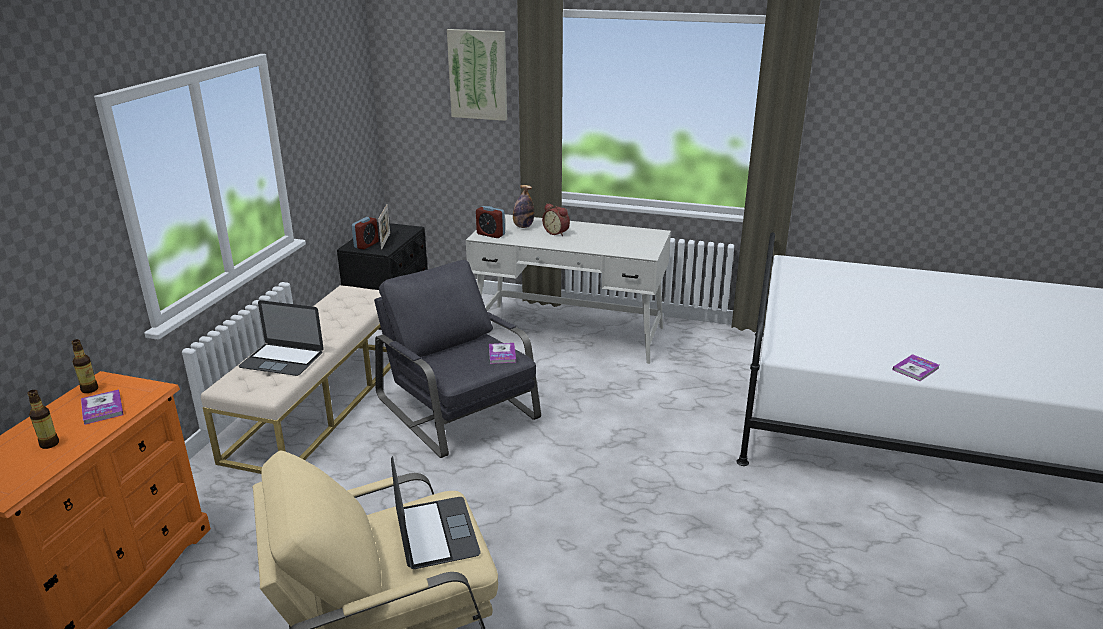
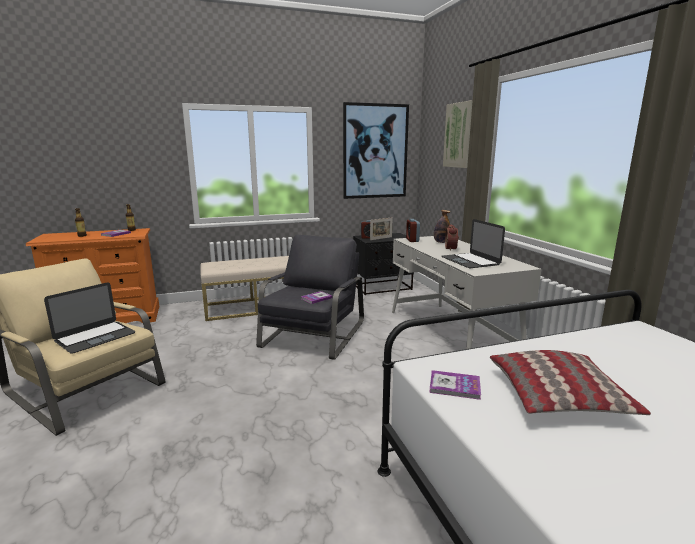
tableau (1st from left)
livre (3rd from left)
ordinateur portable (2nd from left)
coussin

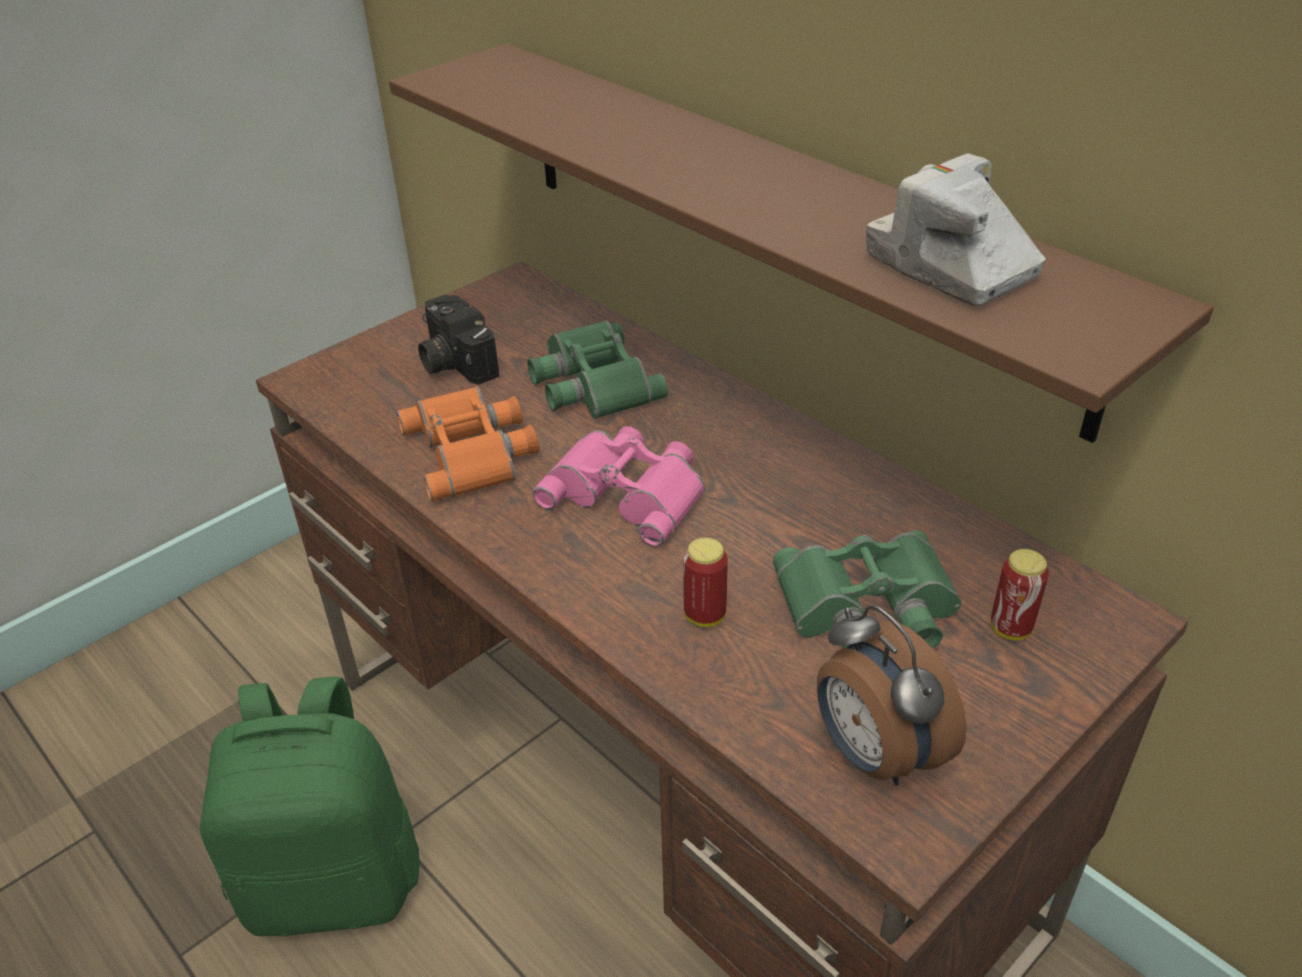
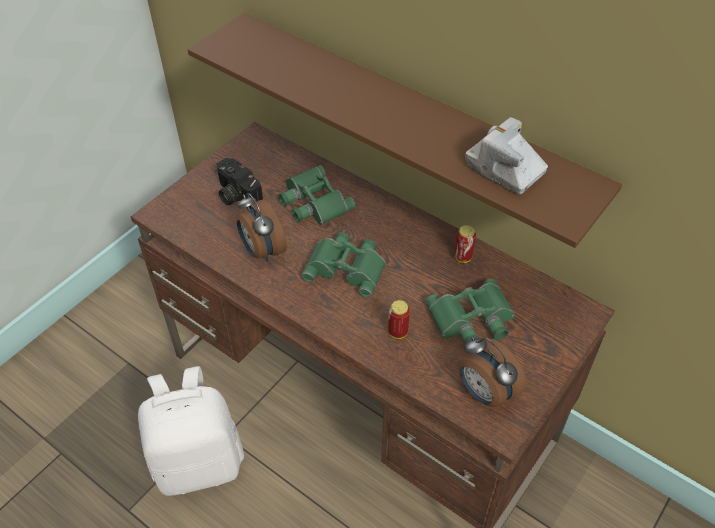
sac à dos/blanc
réveil (1st from left)
jumelles/vert (2nd from left)
boîte métallique (2nd from left)

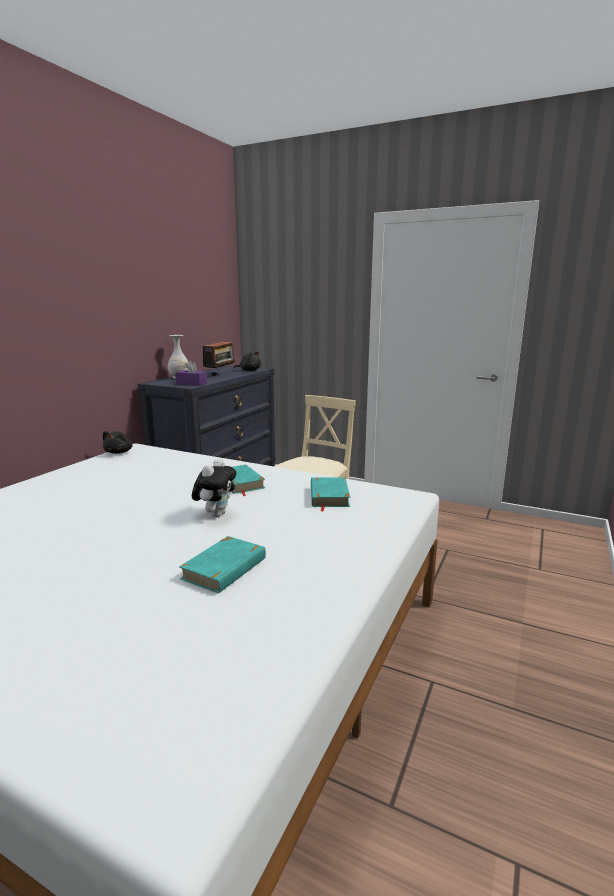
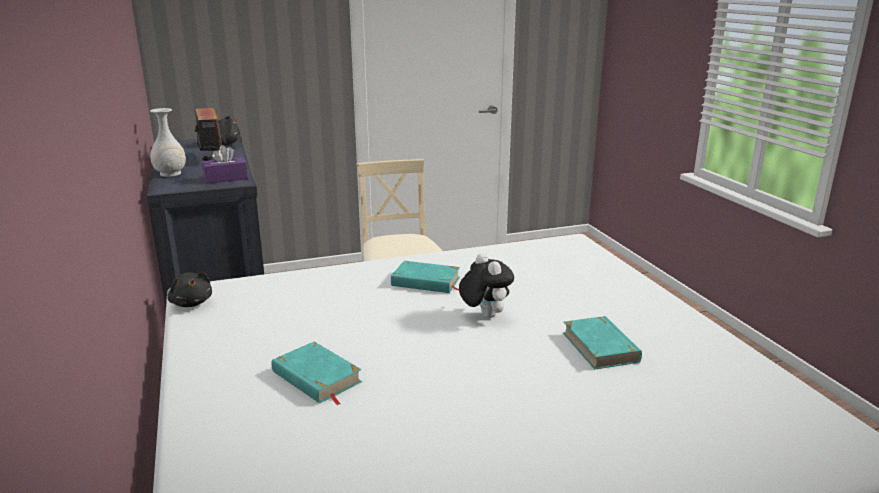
livre/turquoise (1st from left)

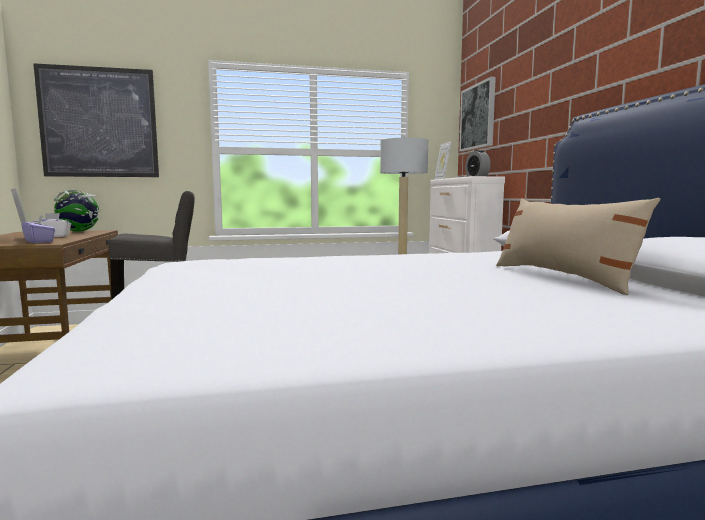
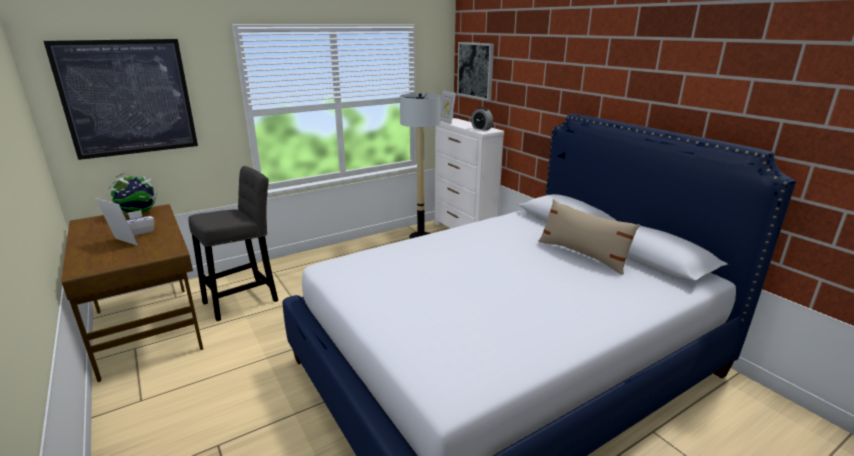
boîte à mouchoirs/violet

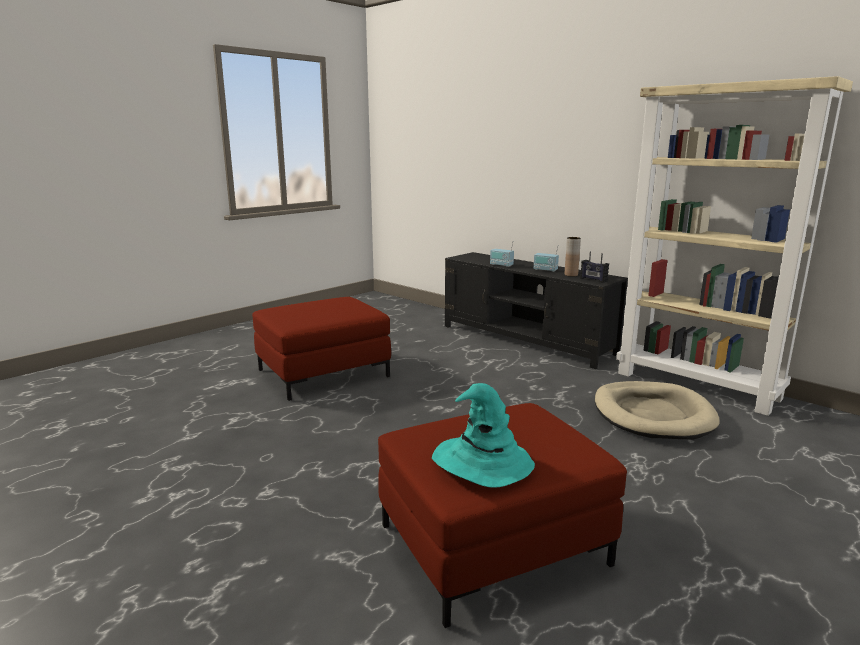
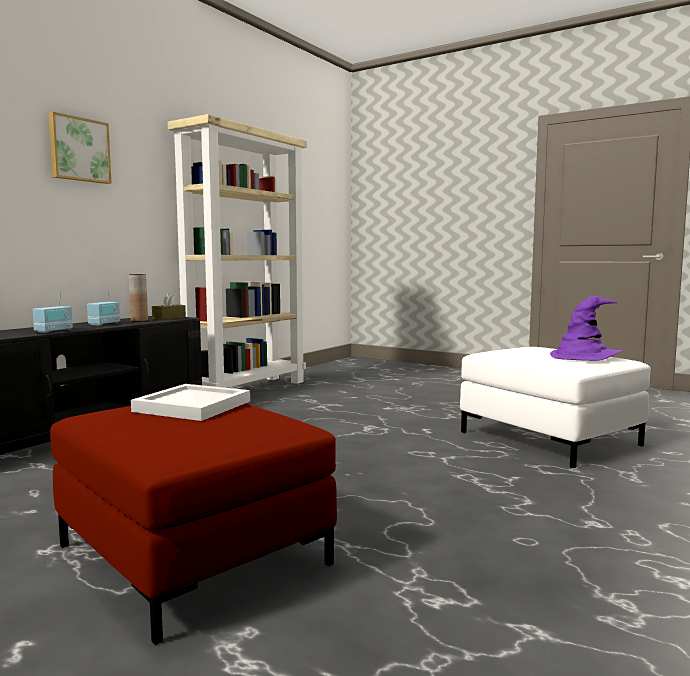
tableau
plateau/blanc
boîte à mouchoirs/marron
pouf/blanc
chapeau/violet
panier pour chien/beige

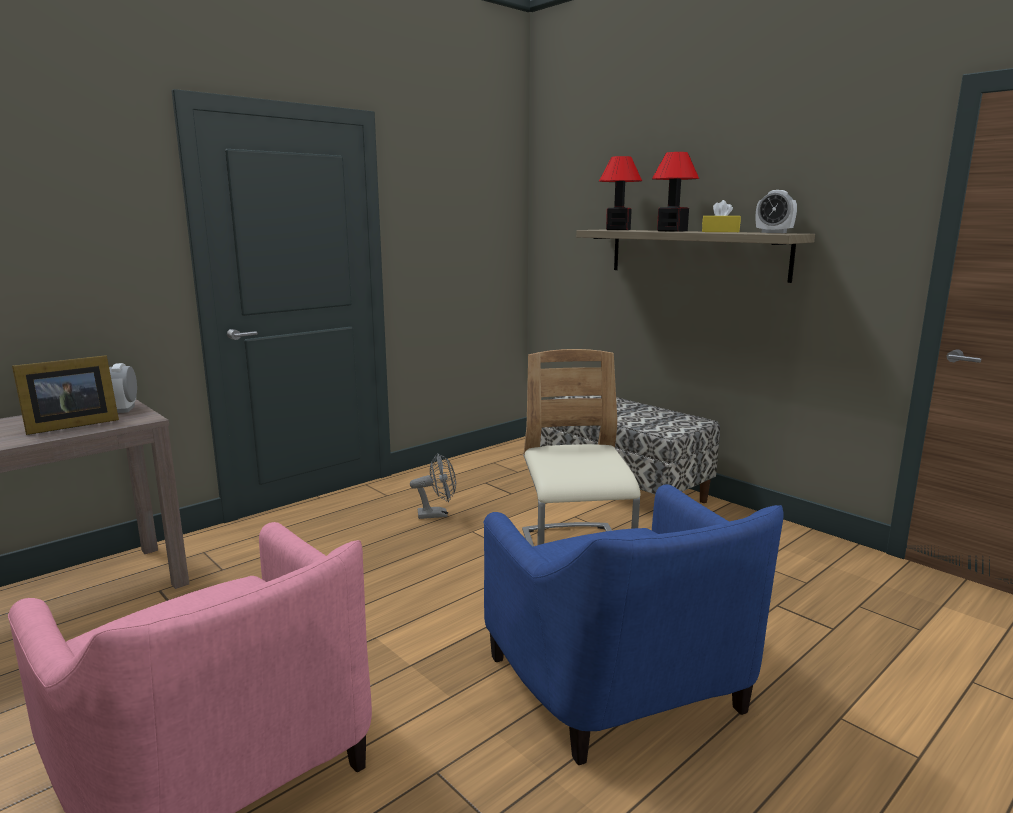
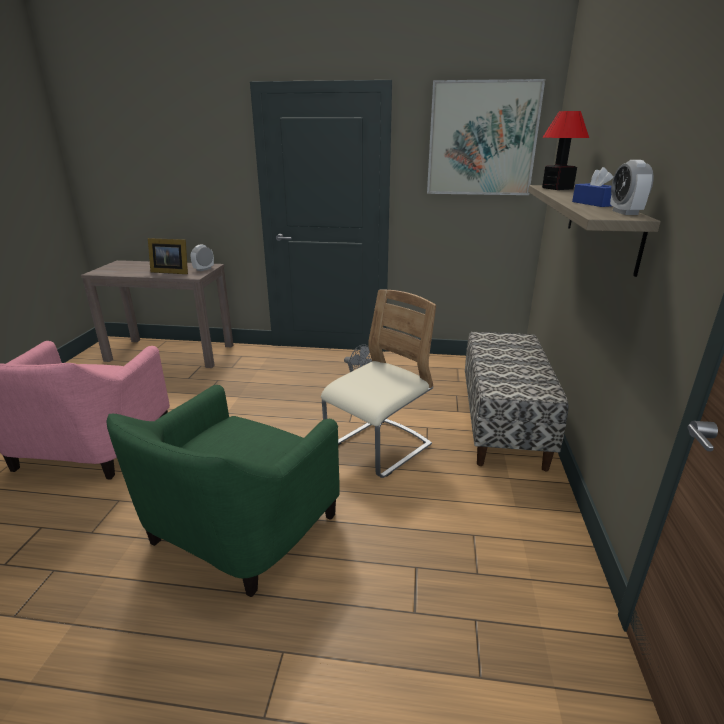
fauteuil/vert
tableau
boîte à mouchoirs/bleu
lampe de table (2nd from left in the first image)

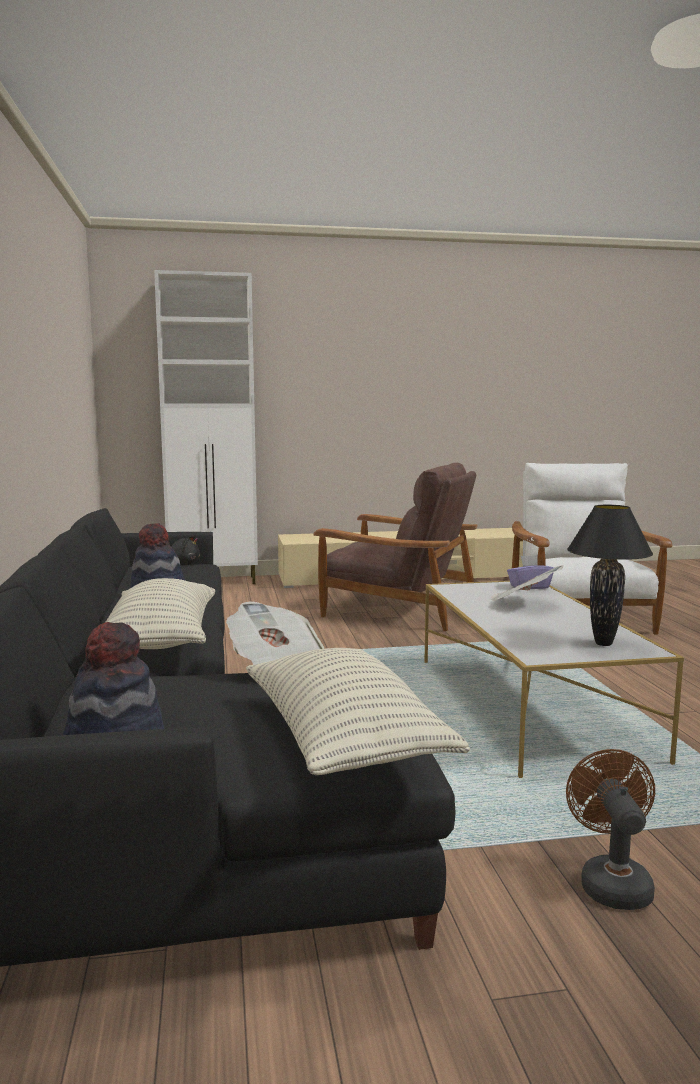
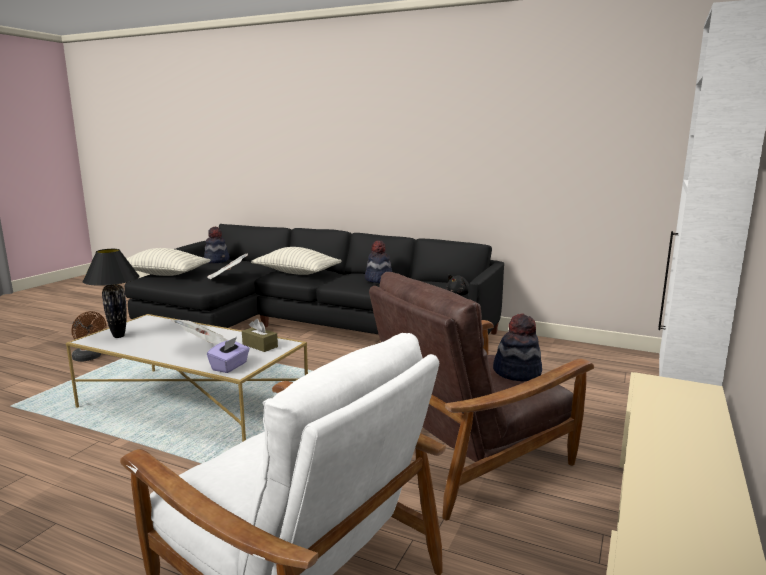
boîte à mouchoirs/marron
chapeau (3rd from left)

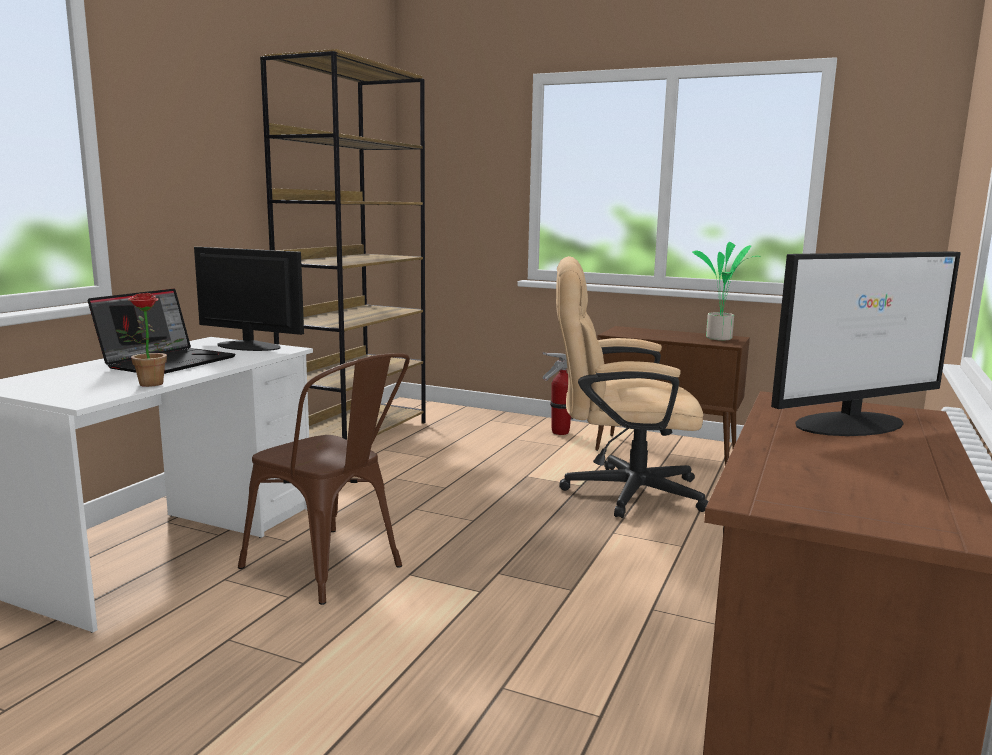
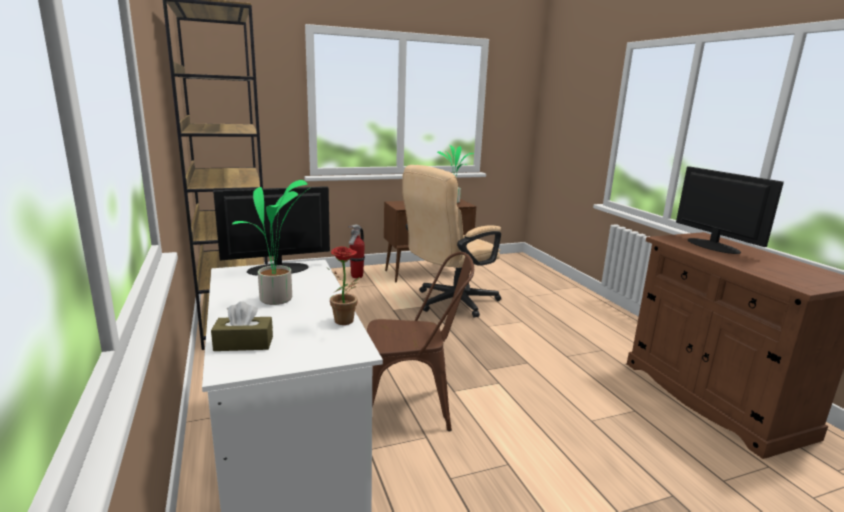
boîte à mouchoirs/marron
plante en pot (1st from left)
écran d'ordinateur (2nd from left)

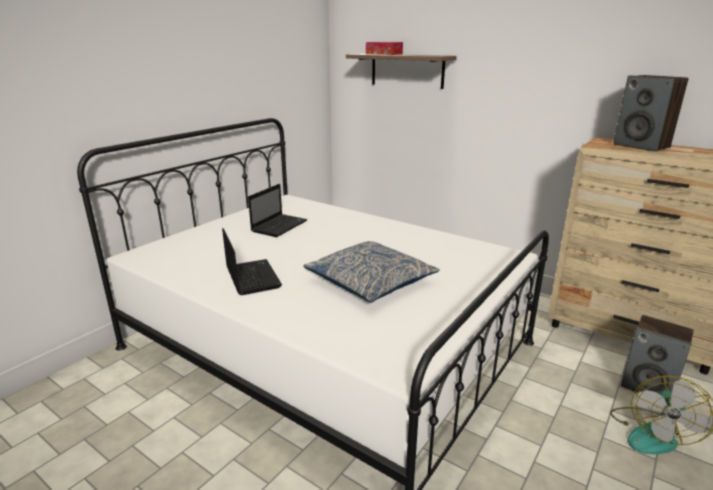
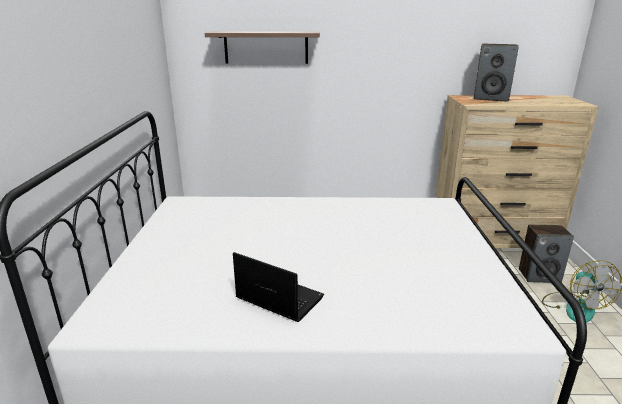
ordinateur portable (2nd from left in the first image)
coussin
boîte à mouchoirs

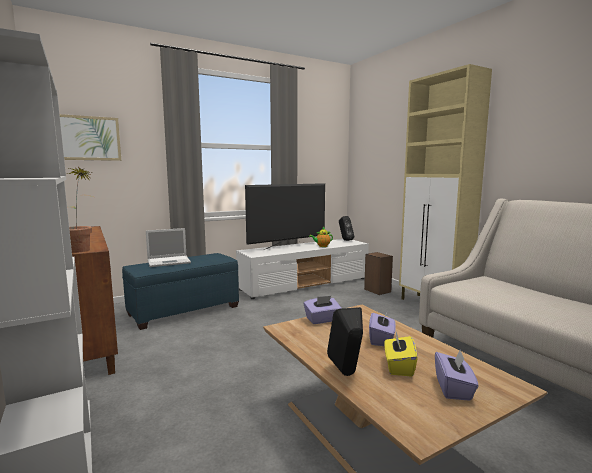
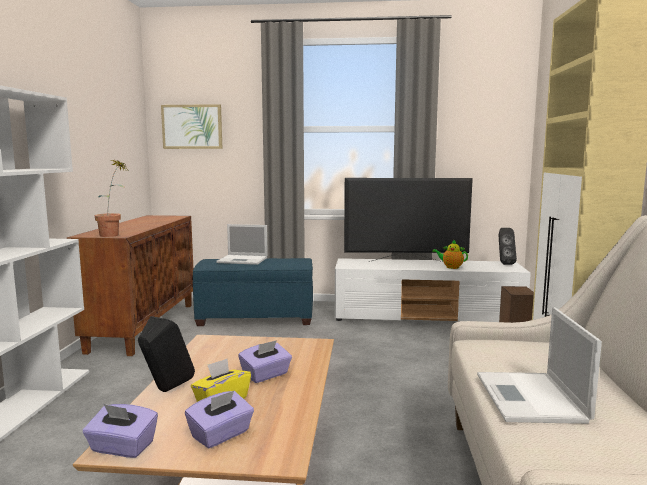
boîte à mouchoirs/violet (1st from left)
ordinateur portable (2nd from left)

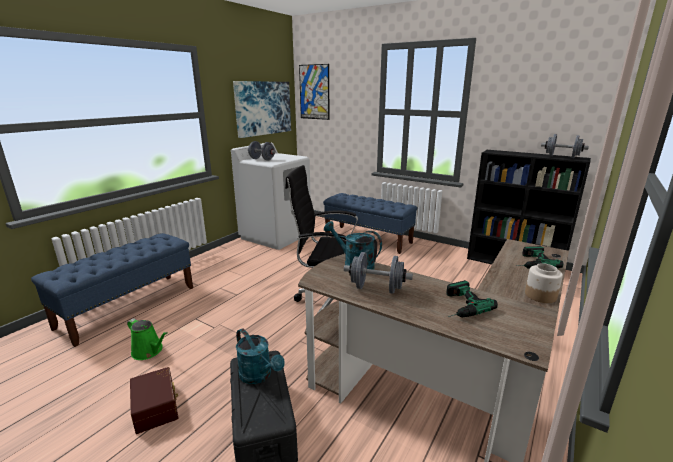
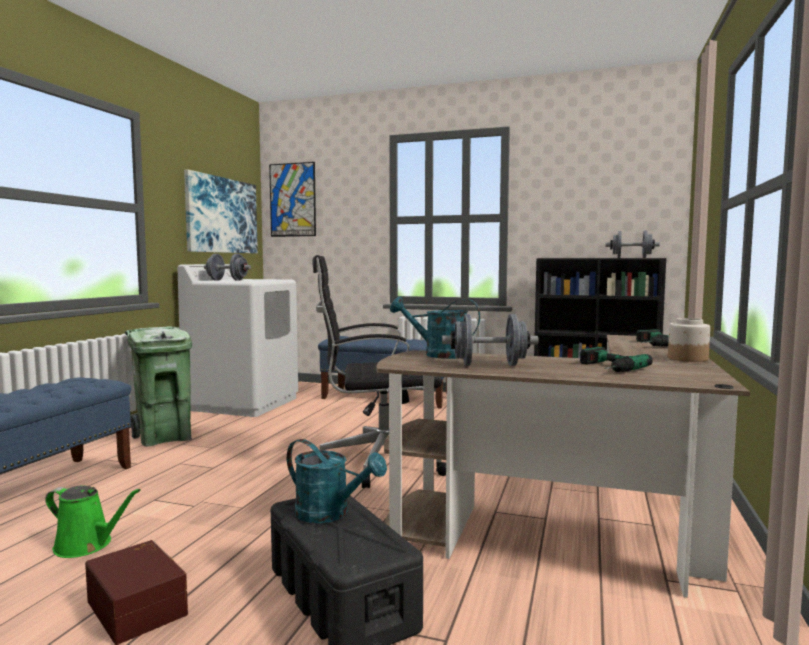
poubelle/vert

